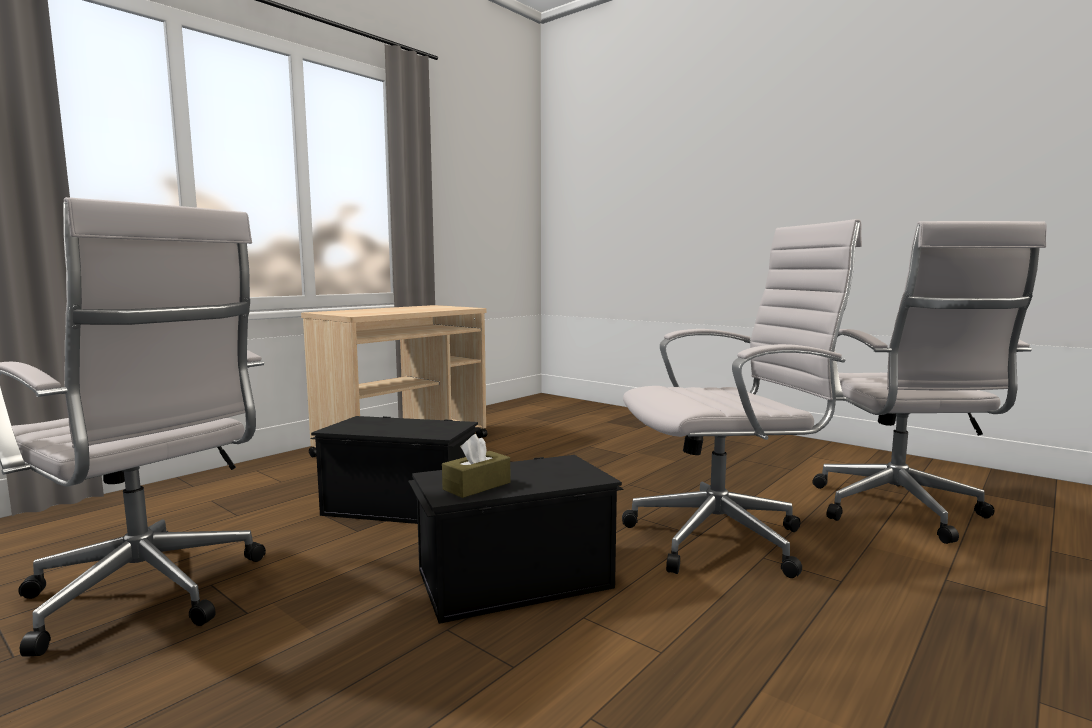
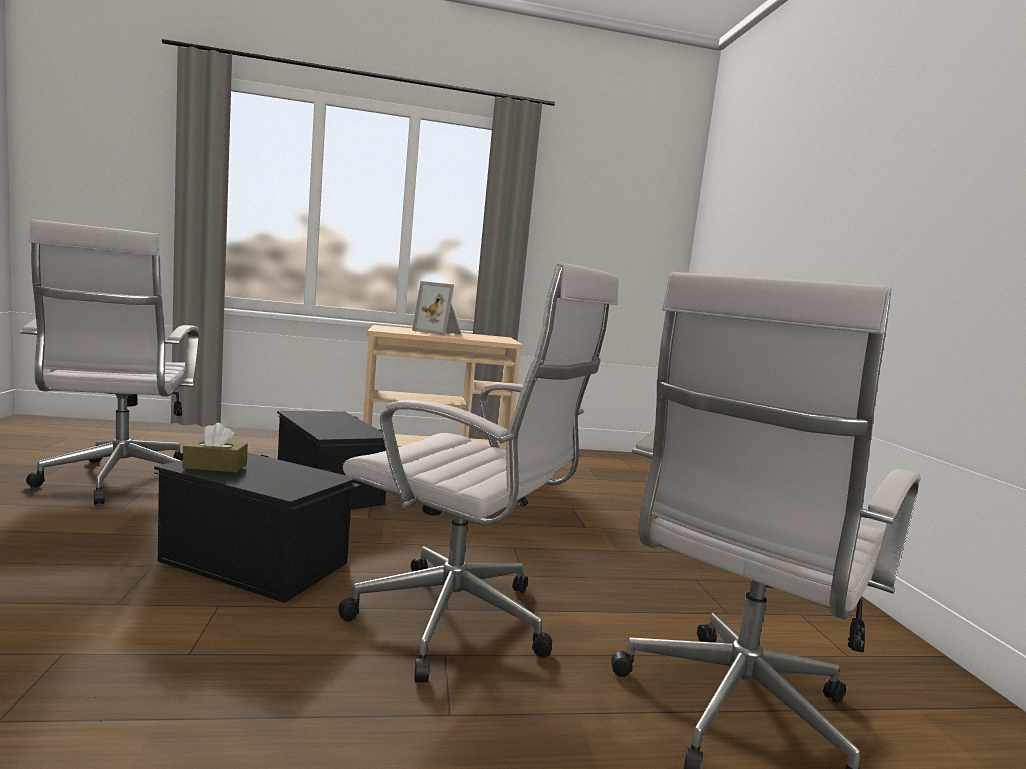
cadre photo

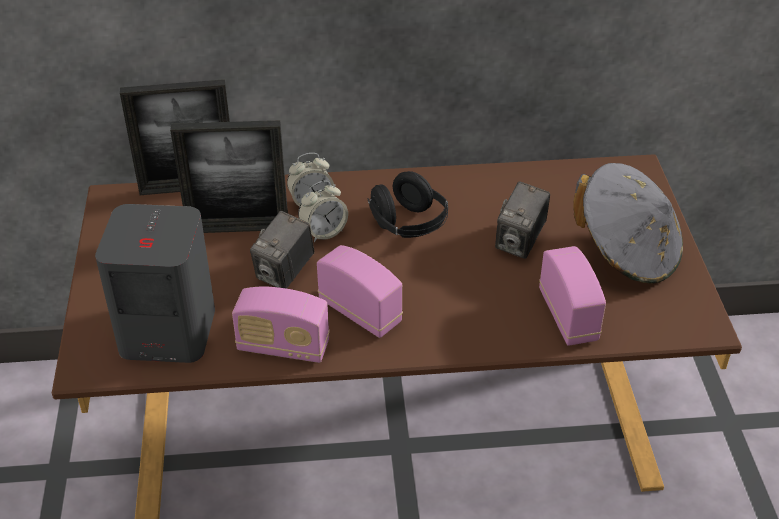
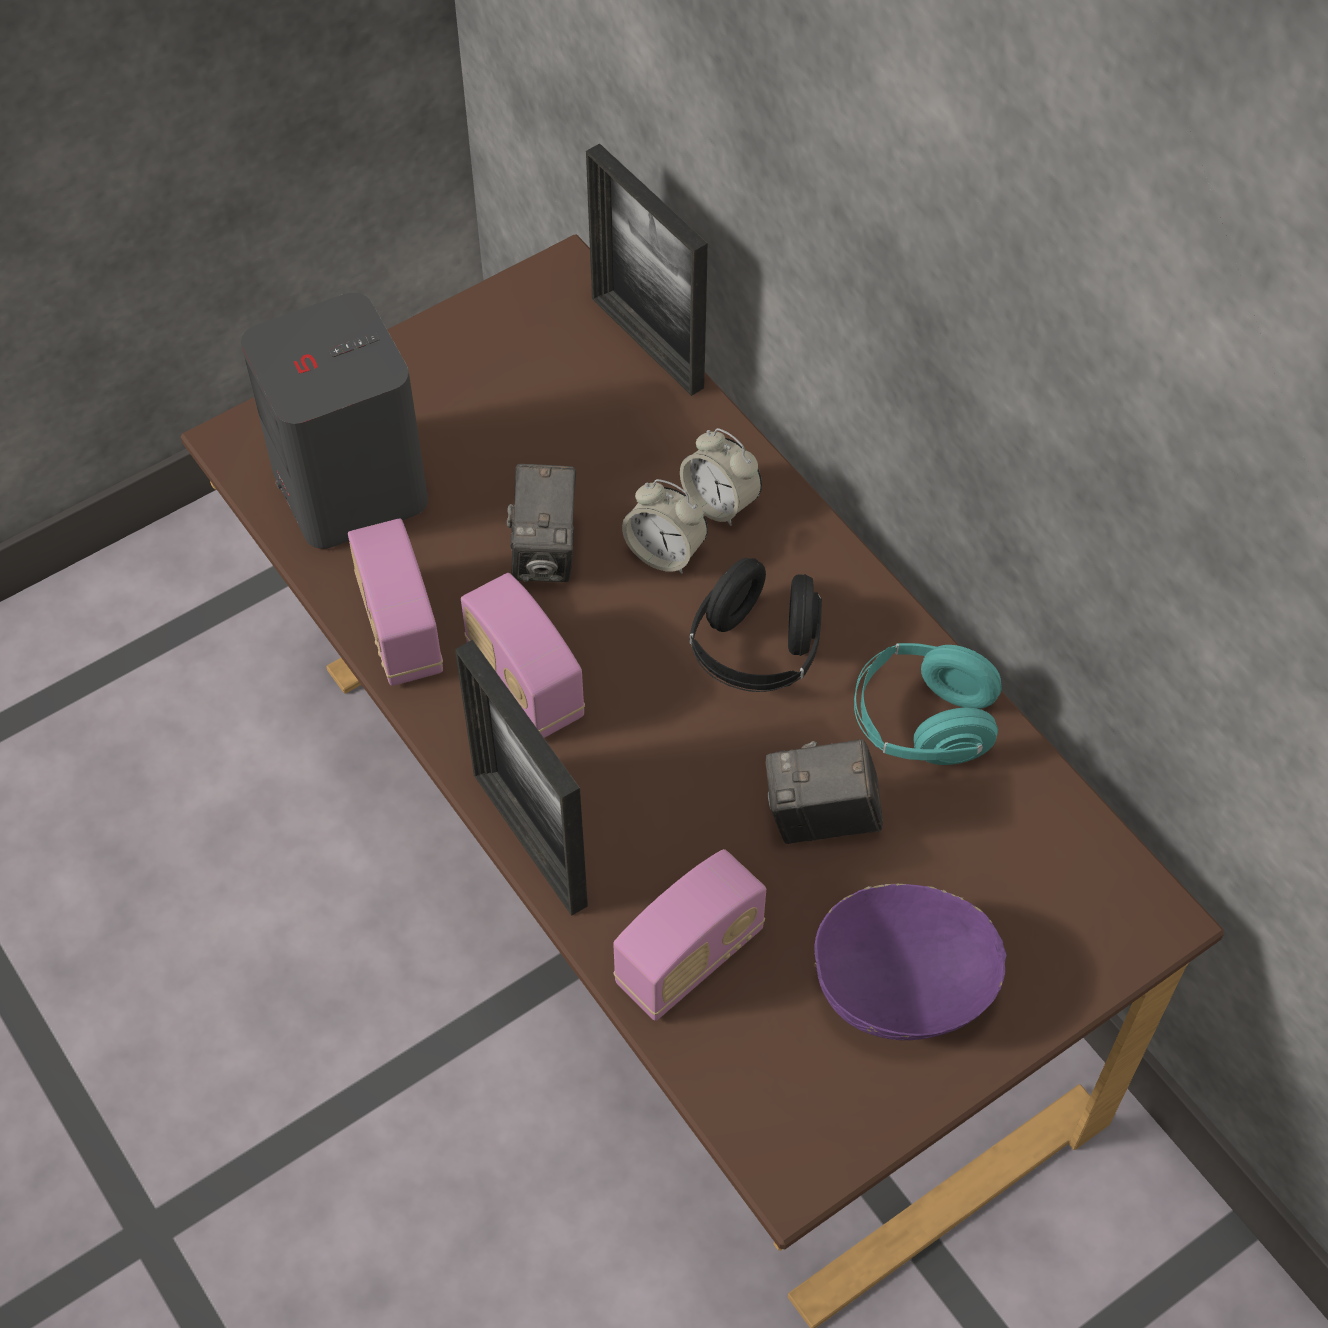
cadre photo (1st from left)
radio (2nd from left)
appareil photo (1st from left)
bol/violet
casque audio/turquoise

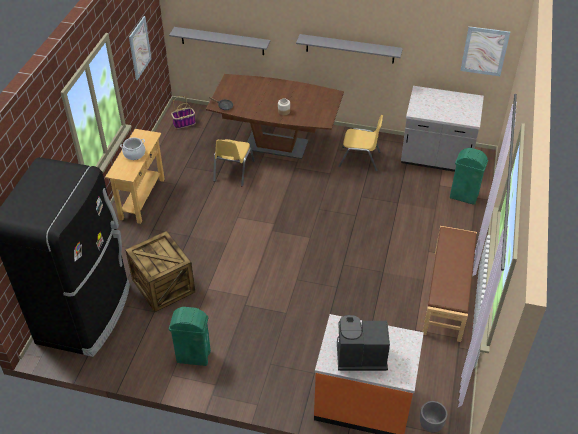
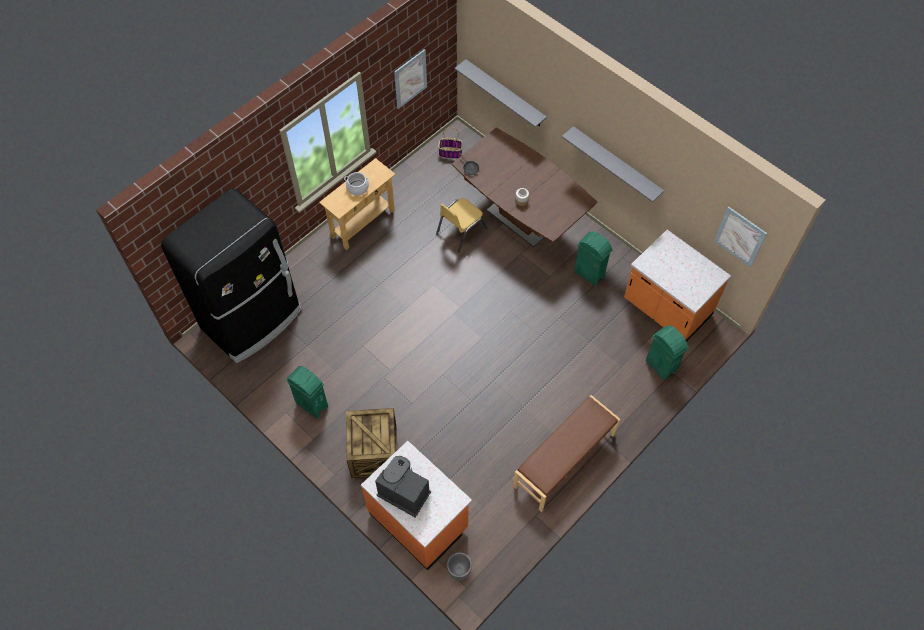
caisse
poubelle/vert (2nd from left)
comptoir de cuisine/orange (2nd from left)

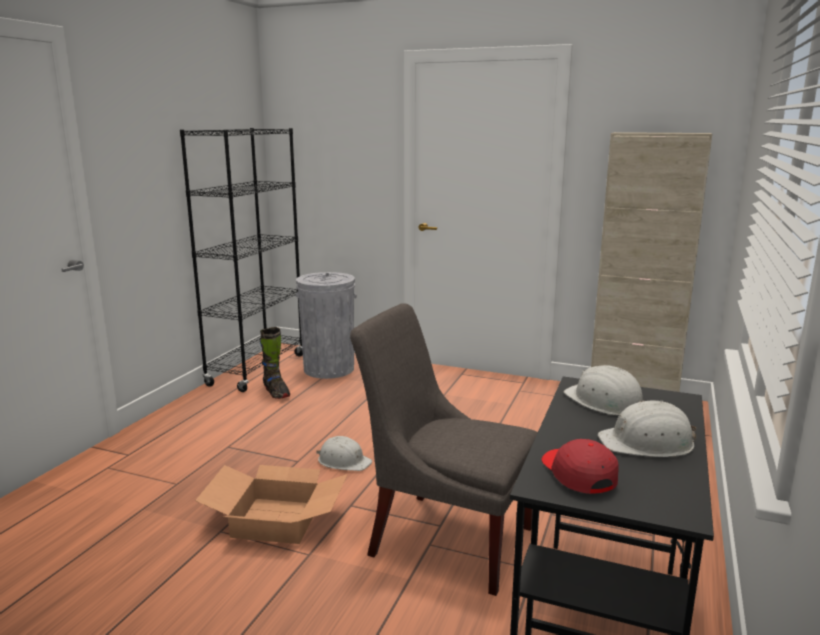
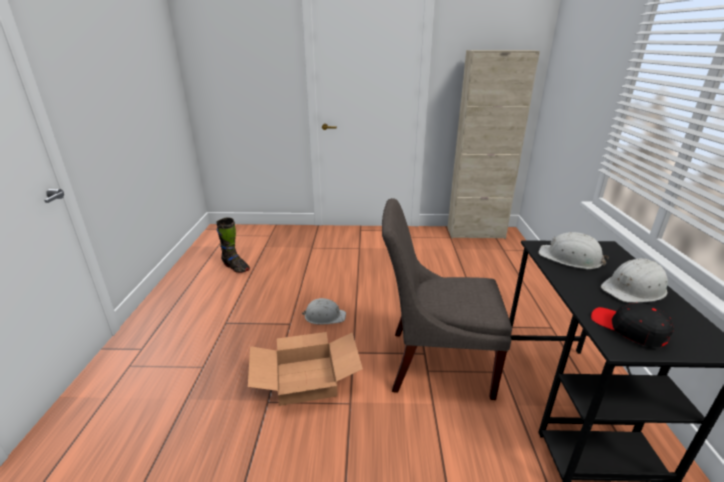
casquette/noir
bibliothèque/noir
poubelle/gris

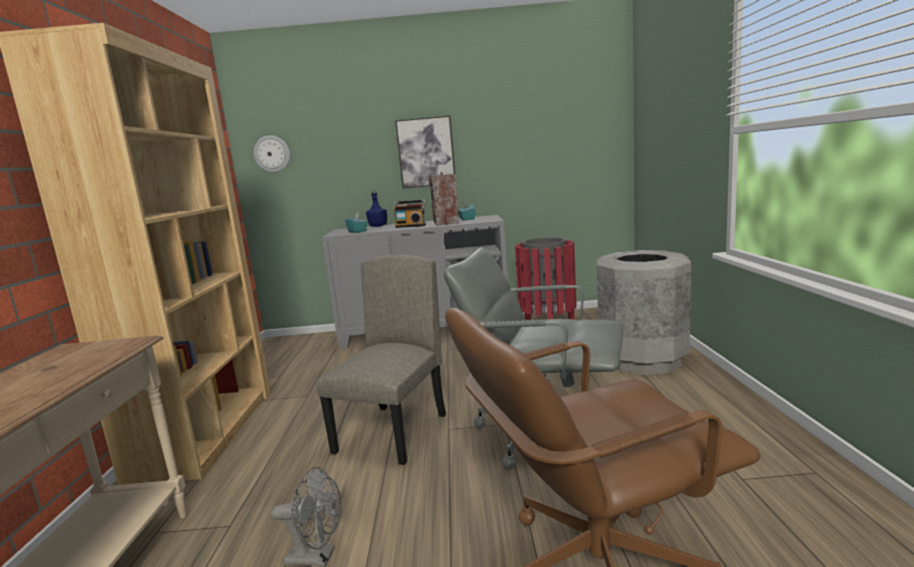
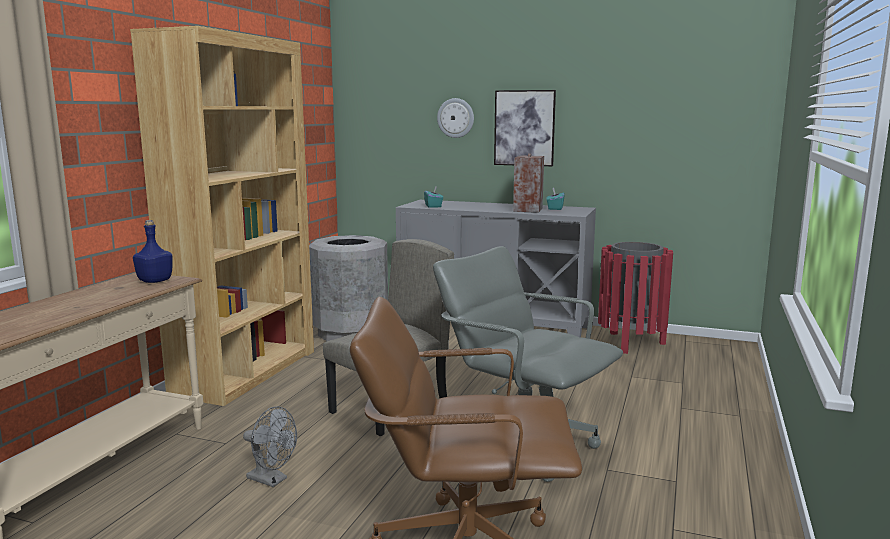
bouteille/bleu
poubelle/gris
horloge murale
radio

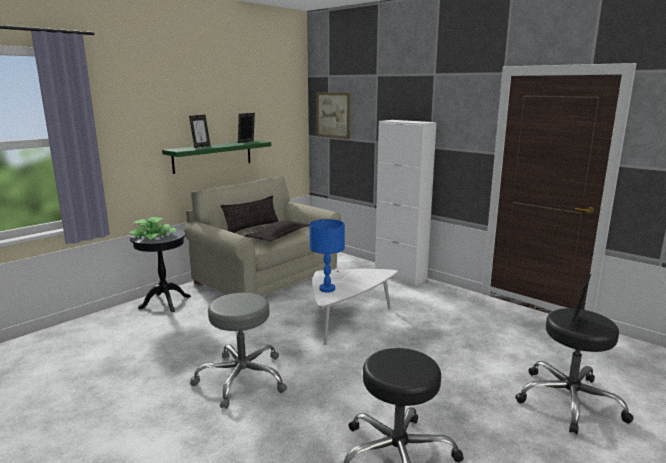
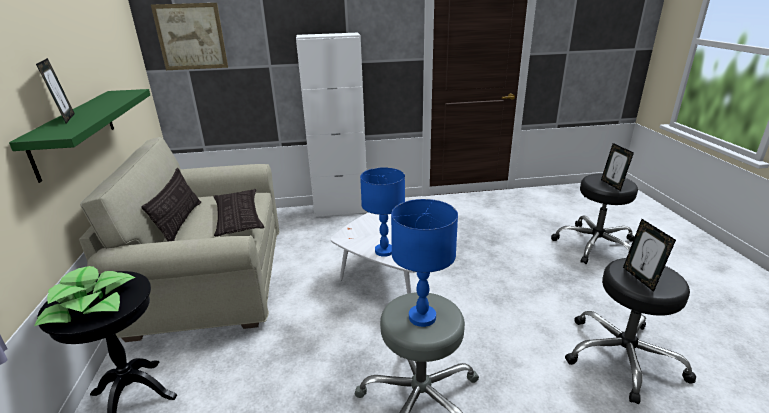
lampe de table/bleu (2nd from left)
cadre photo (3rd from left)

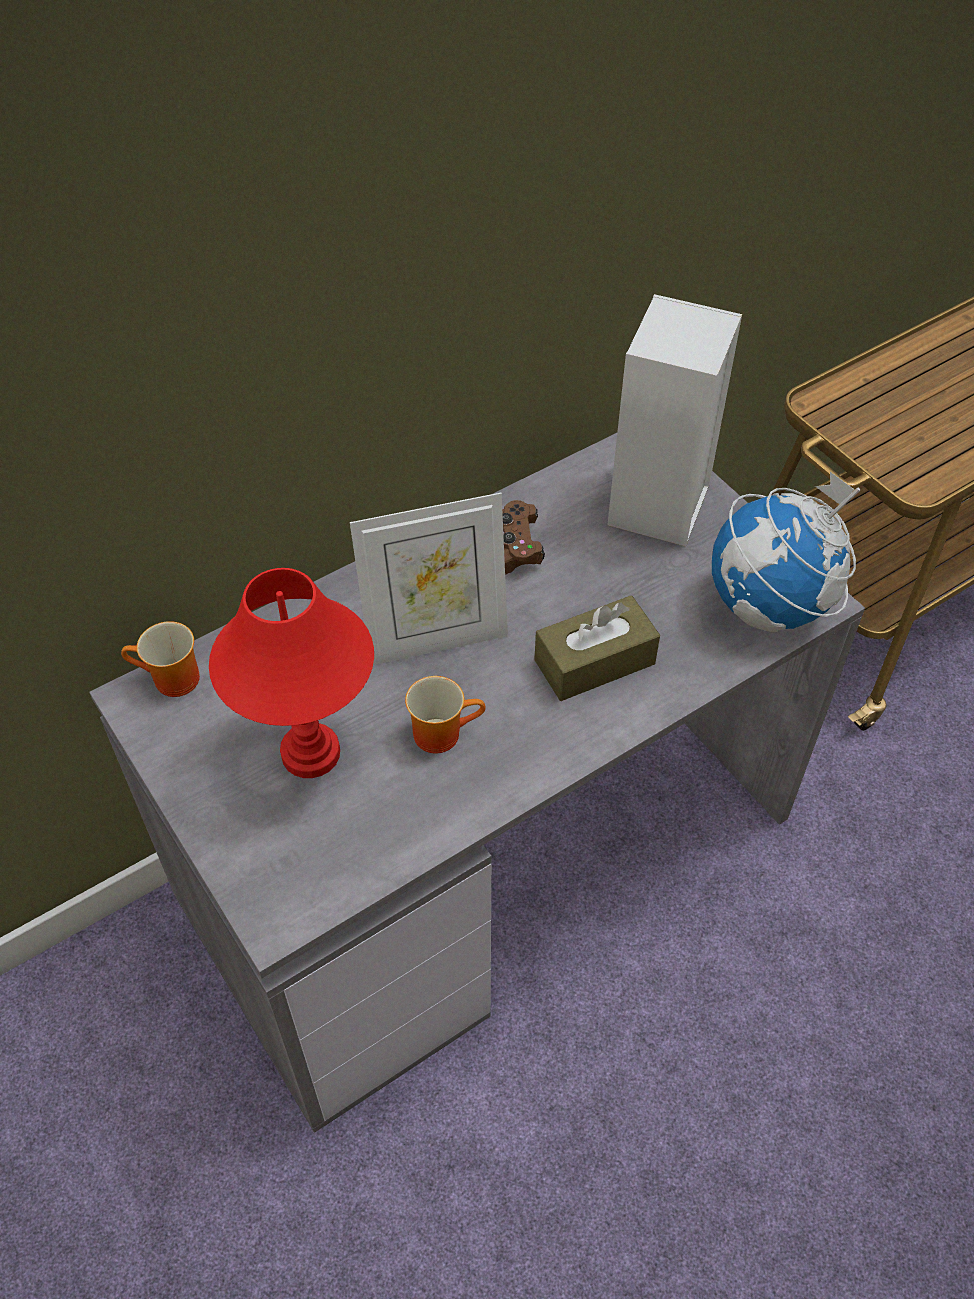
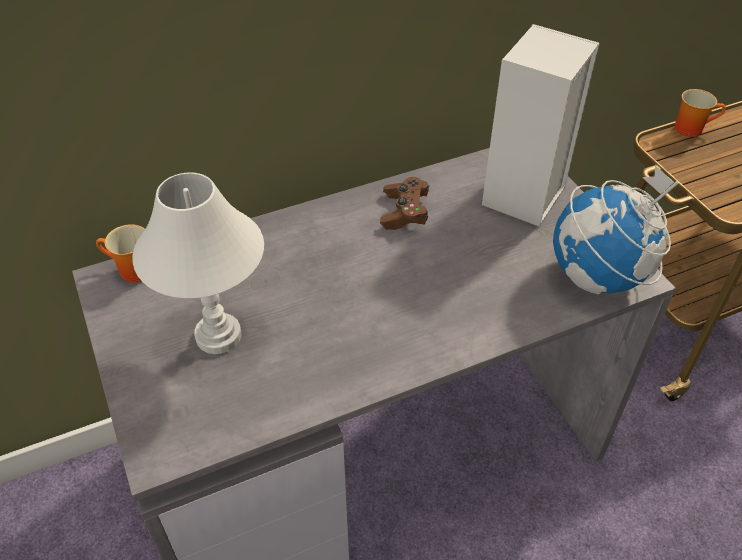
lampe de table/blanc
mug (2nd from left)
cadre photo
boîte à mouchoirs/marron

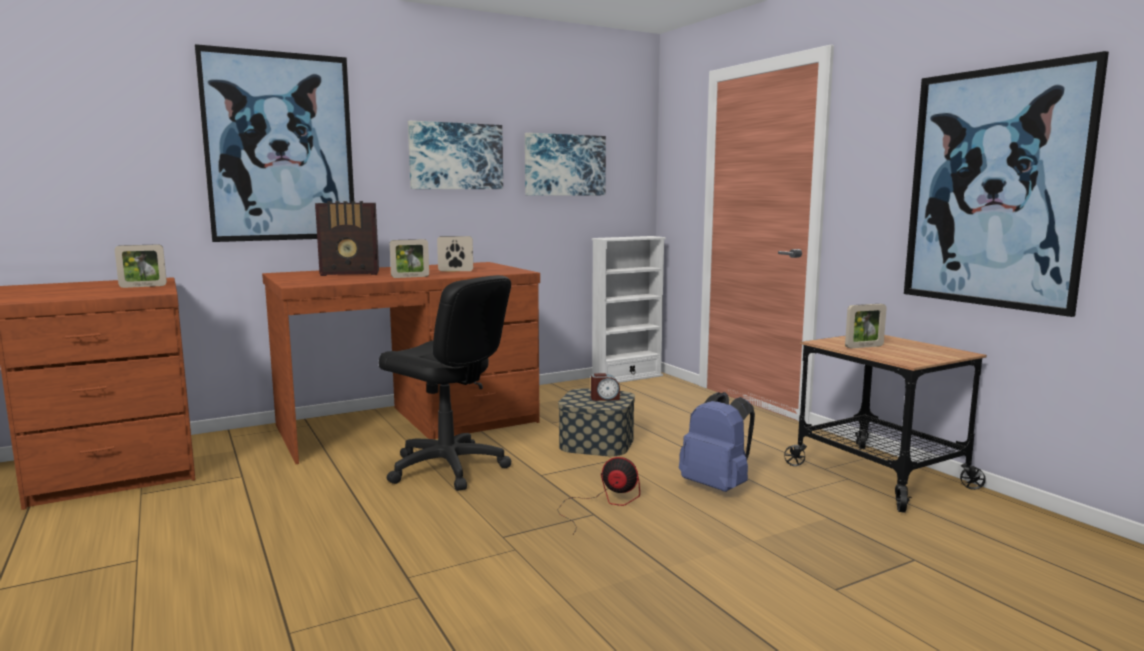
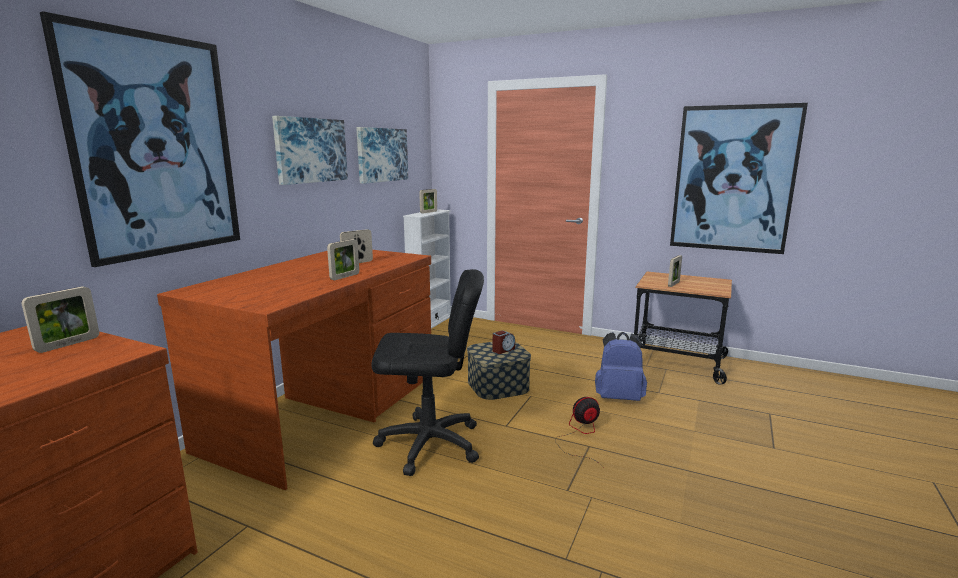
cadre photo (4th from left)
radio

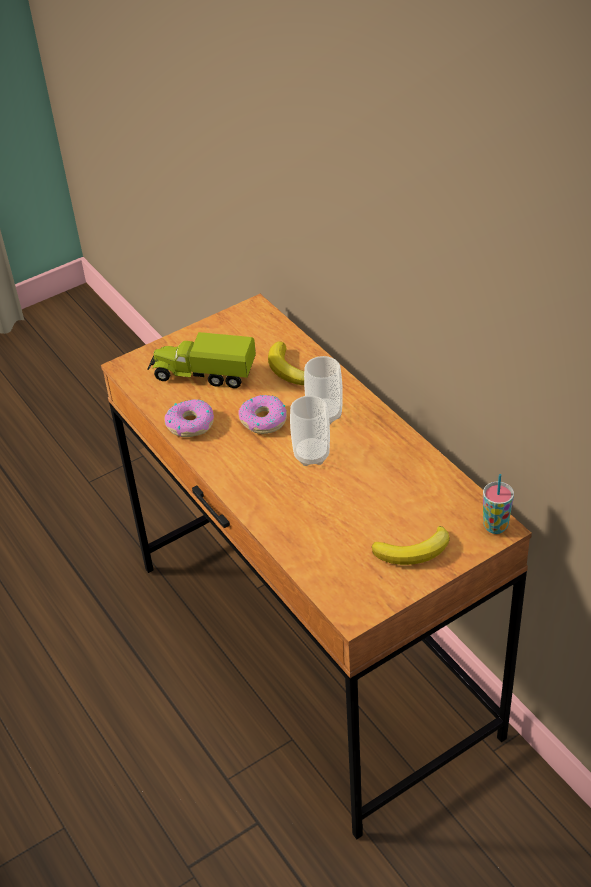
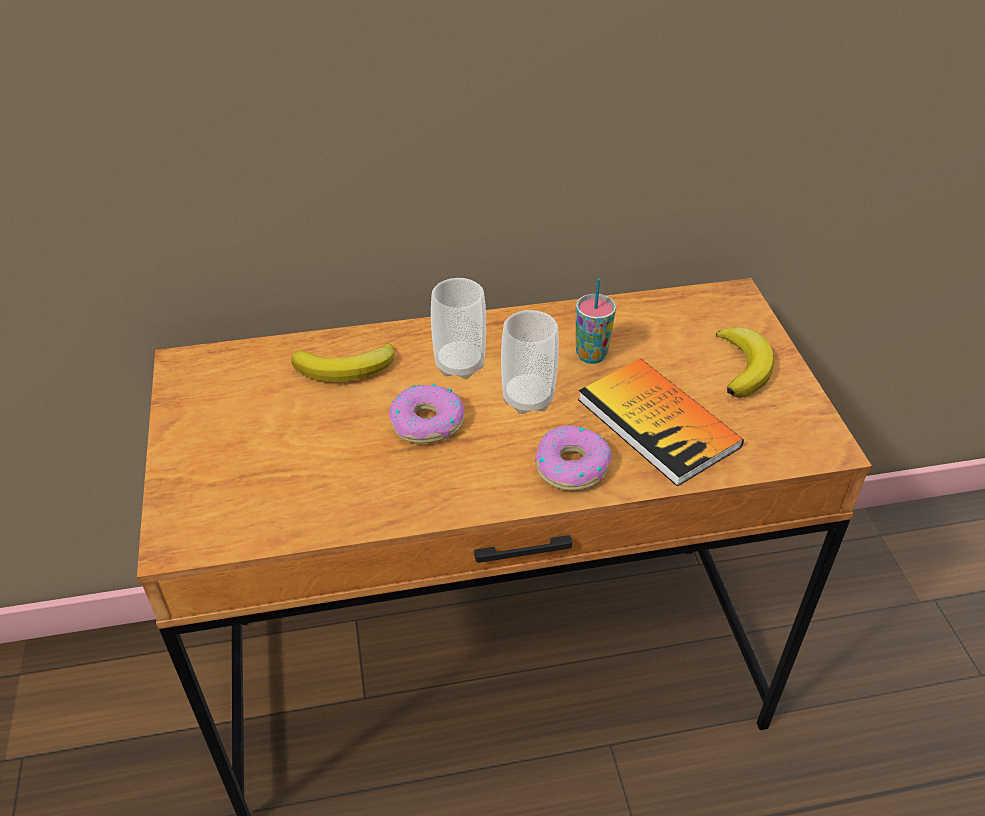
beignet (2nd from left)
tasse (3rd from left)
livre
camion jouet

